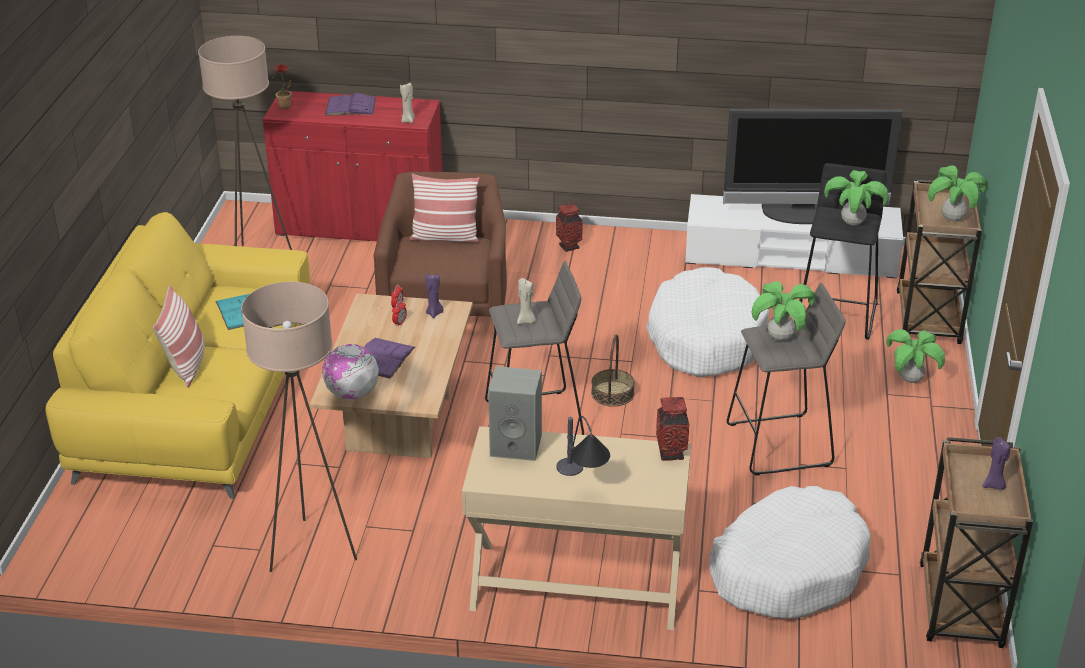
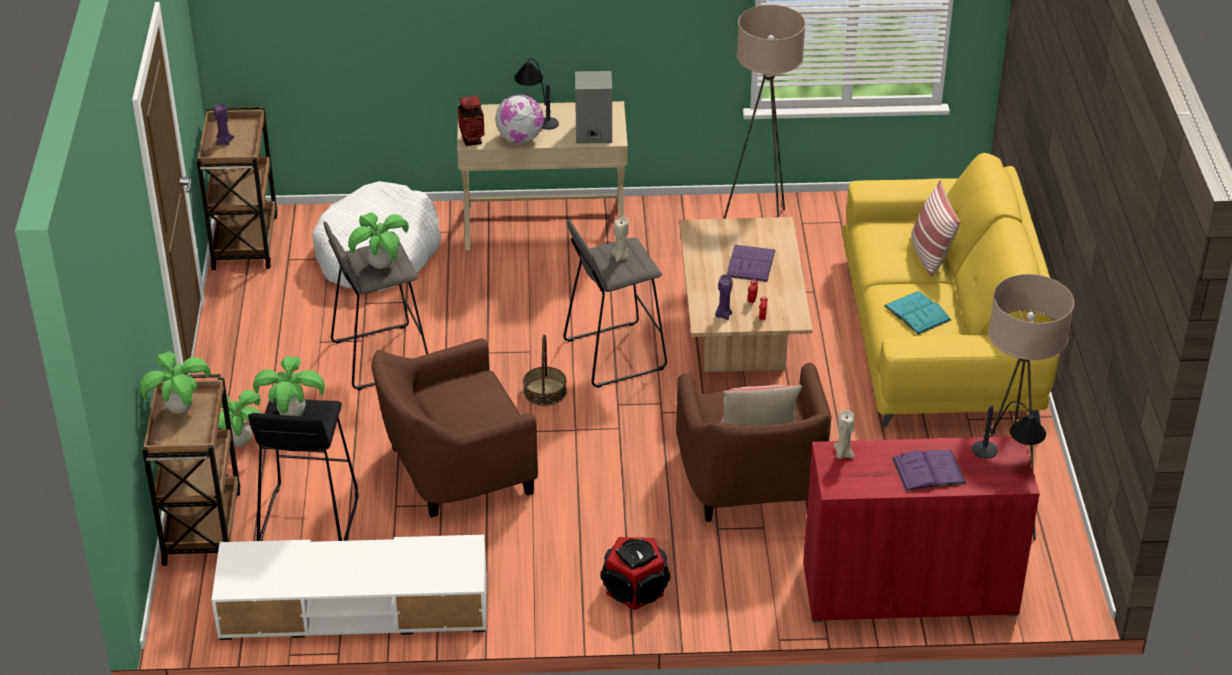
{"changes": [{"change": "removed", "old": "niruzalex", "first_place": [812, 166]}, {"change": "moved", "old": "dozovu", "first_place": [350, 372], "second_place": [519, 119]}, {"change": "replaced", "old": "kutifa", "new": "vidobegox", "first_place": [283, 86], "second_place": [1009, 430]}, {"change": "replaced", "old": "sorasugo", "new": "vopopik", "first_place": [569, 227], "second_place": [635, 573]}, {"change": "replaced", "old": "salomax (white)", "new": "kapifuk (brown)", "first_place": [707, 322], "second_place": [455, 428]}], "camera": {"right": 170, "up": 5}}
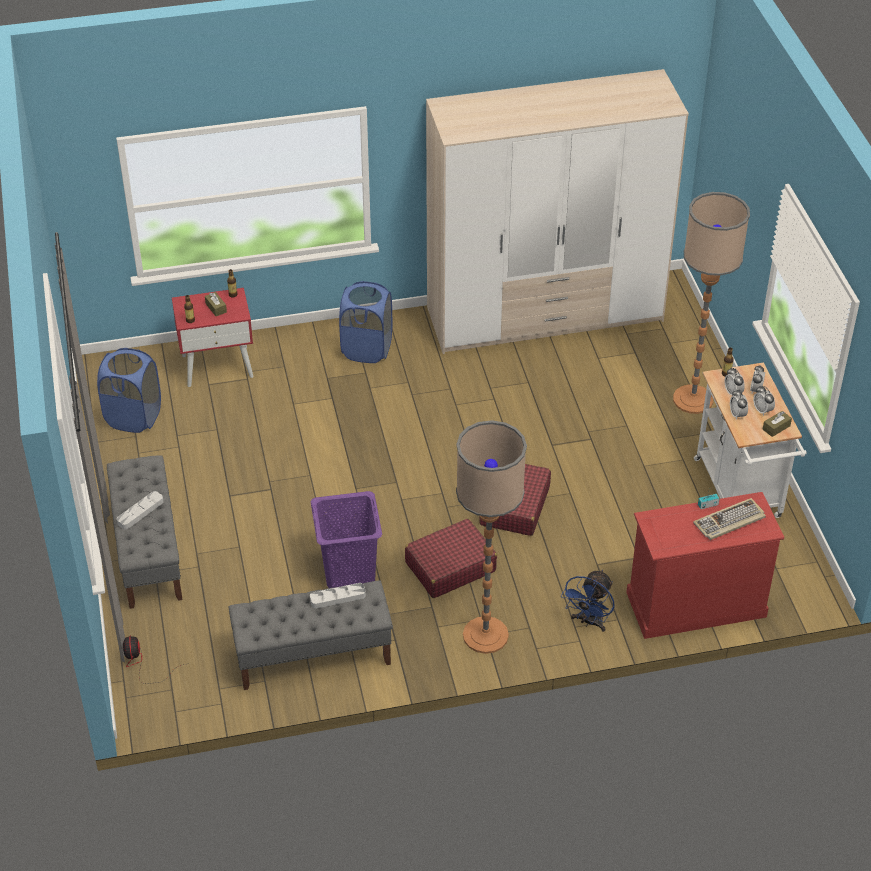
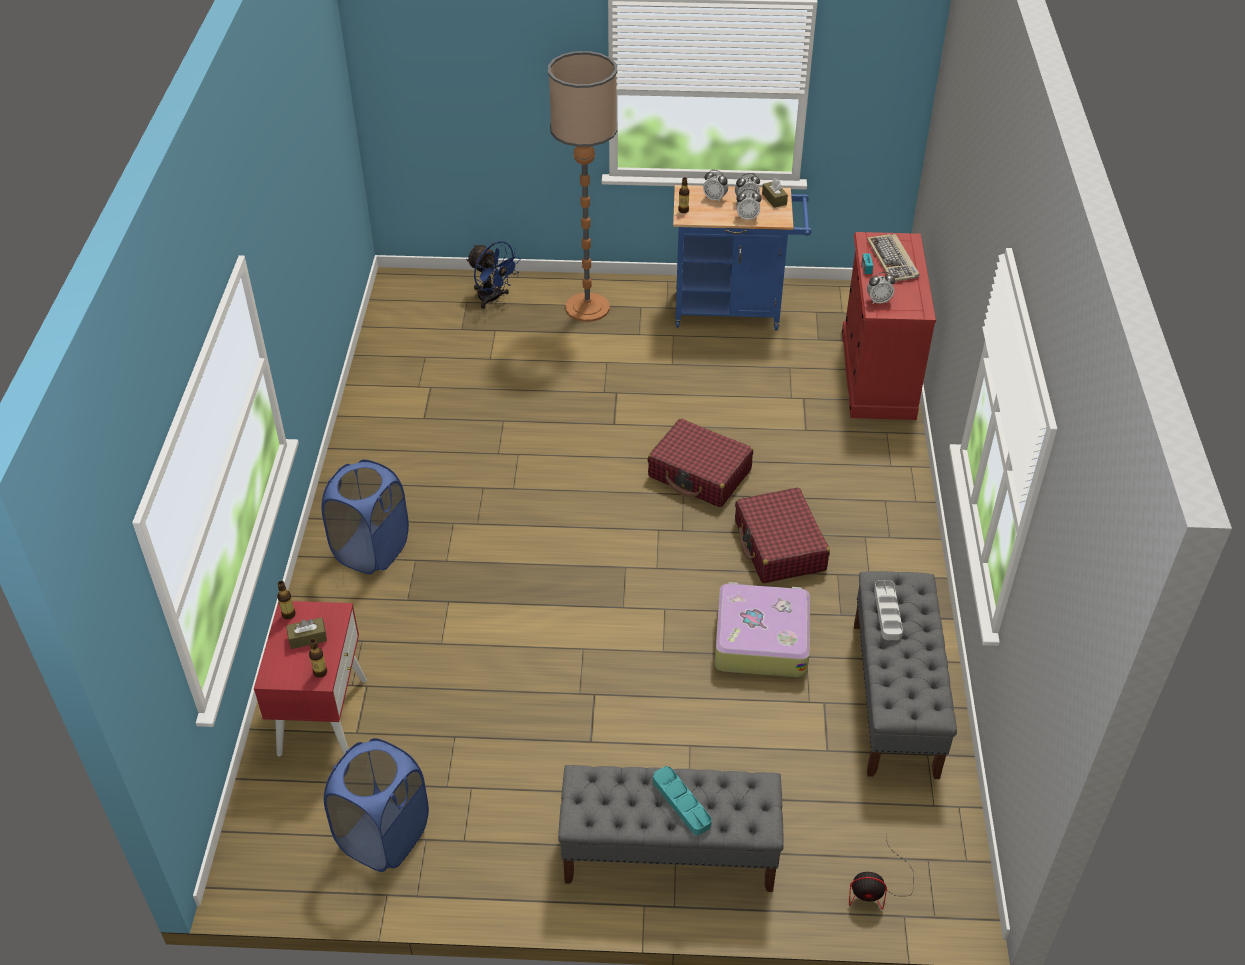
{"changes": [{"change": "removed", "old": "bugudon", "first_place": [557, 211]}, {"change": "removed", "old": "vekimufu", "first_place": [491, 537]}, {"change": "moved", "old": "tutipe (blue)", "first_place": [587, 601], "second_place": [493, 275]}, {"change": "moved", "old": "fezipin", "first_place": [734, 382], "second_place": [881, 288]}, {"change": "replaced", "old": "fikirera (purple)", "new": "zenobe", "first_place": [346, 539], "second_place": [762, 629]}, {"change": "recoloured", "old": "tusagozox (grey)", "new": "tusagozox (turquoise)", "first_place": [140, 510], "second_place": [682, 800]}, {"change": "recoloured", "old": "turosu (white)", "new": "turosu (blue)", "first_place": [750, 440], "second_place": [742, 257]}], "camera": {"right": -75, "up": 0}}
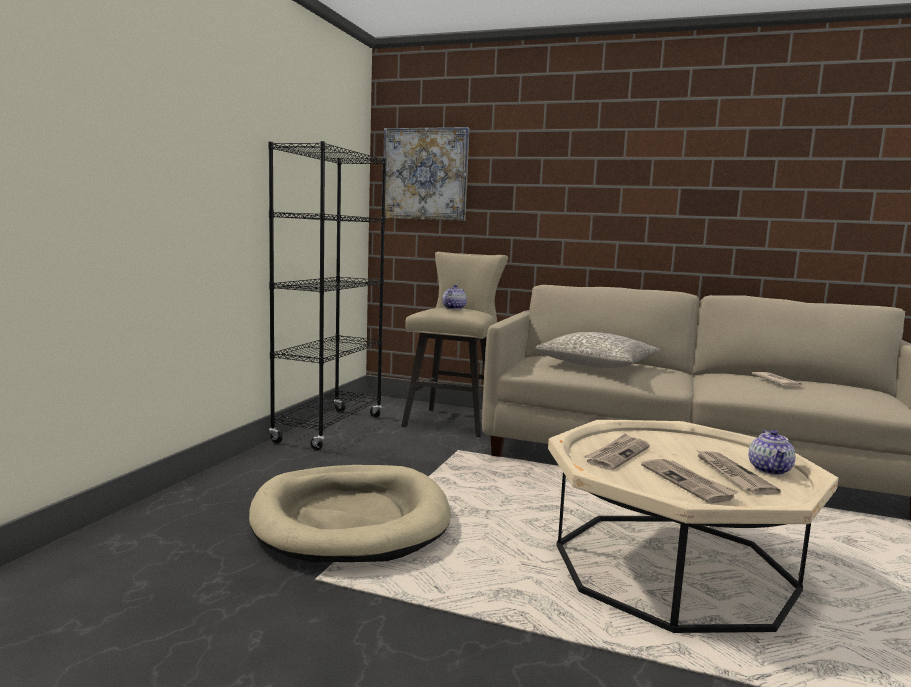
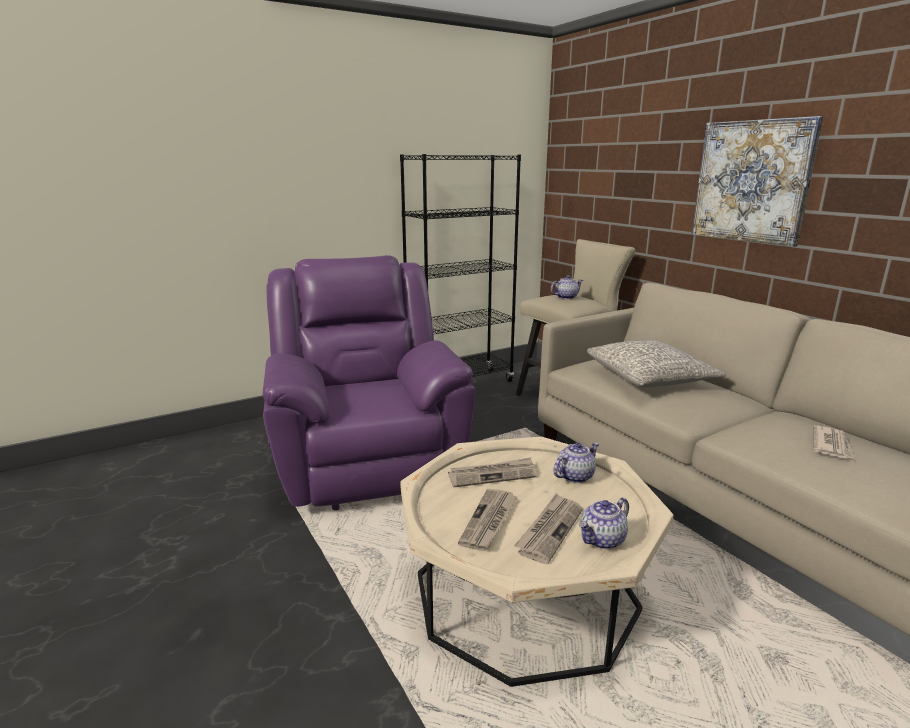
{"changes": [{"change": "added", "new": "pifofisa", "second_place": [576, 463]}, {"change": "moved", "old": "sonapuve", "first_place": [426, 174], "second_place": [757, 181]}, {"change": "replaced", "old": "salomax (beige)", "new": "kapifuk (purple)", "first_place": [350, 514], "second_place": [369, 382]}], "camera": {"right": 40, "up": 10}}
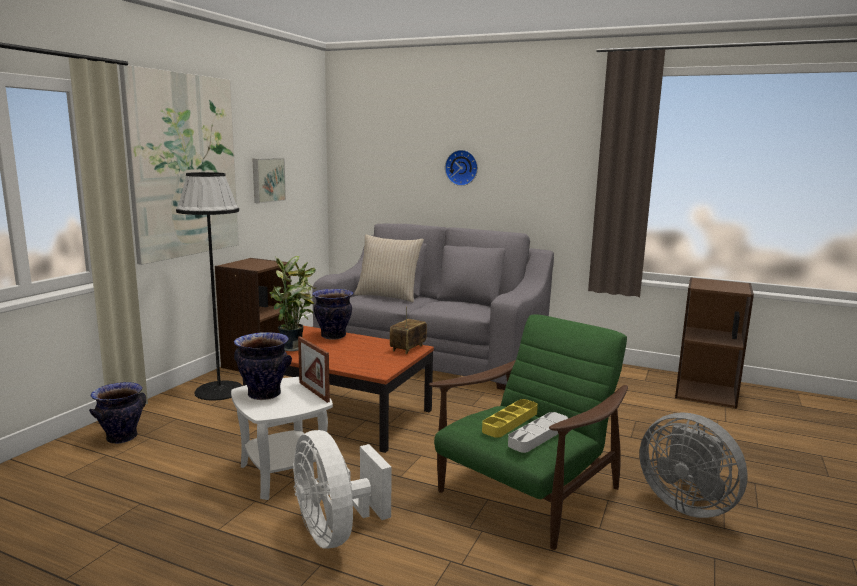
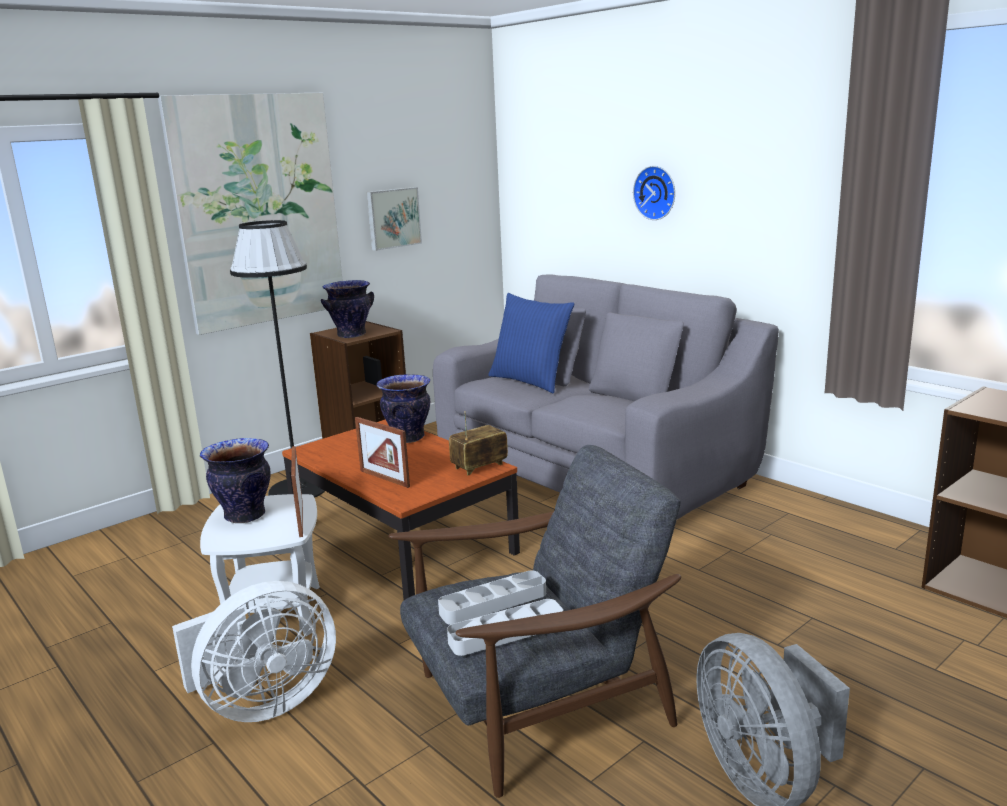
{"changes": [{"change": "removed", "old": "kutifa", "first_place": [292, 303]}, {"change": "added", "new": "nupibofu", "second_place": [382, 452]}, {"change": "moved", "old": "sorasugo", "first_place": [117, 413], "second_place": [347, 309]}, {"change": "recoloured", "old": "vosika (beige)", "new": "vosika (blue)", "first_place": [389, 268], "second_place": [531, 343]}, {"change": "recoloured", "old": "kapifuk (green)", "new": "kapifuk (grey)", "first_place": [528, 432], "second_place": [534, 621]}, {"change": "recoloured", "old": "tusagozox (yellow)", "new": "tusagozox (grey)", "first_place": [510, 418], "second_place": [492, 597]}, {"change": "turned", "old": "tutipe (white)", "first_place": [342, 489], "second_place": [254, 651], "degrees": -120}], "camera": {"right": 25, "up": 5}}
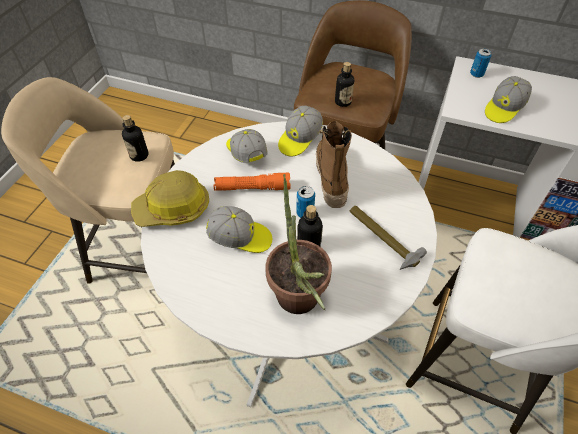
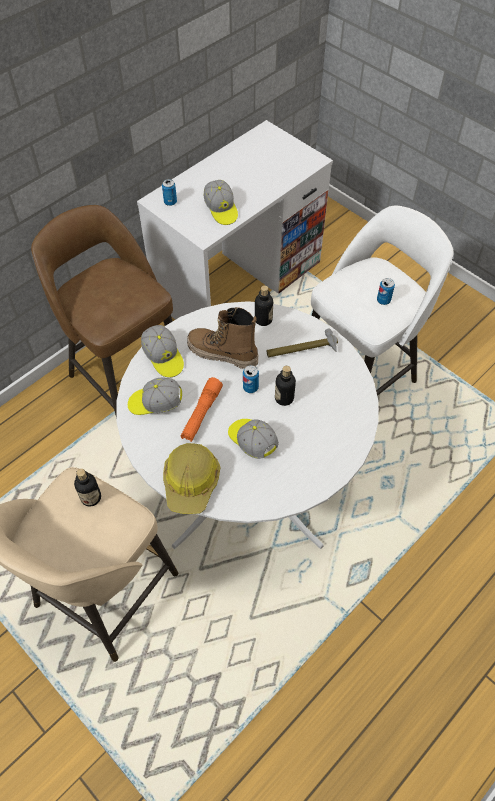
{"changes": [{"change": "removed", "old": "kutifa", "first_place": [298, 244]}, {"change": "added", "new": "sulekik", "second_place": [386, 291]}, {"change": "moved", "old": "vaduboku", "first_place": [344, 84], "second_place": [264, 305]}, {"change": "turned", "old": "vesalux", "first_place": [239, 229], "second_place": [253, 439], "degrees": -75}], "camera": {"right": -65, "up": 5}}
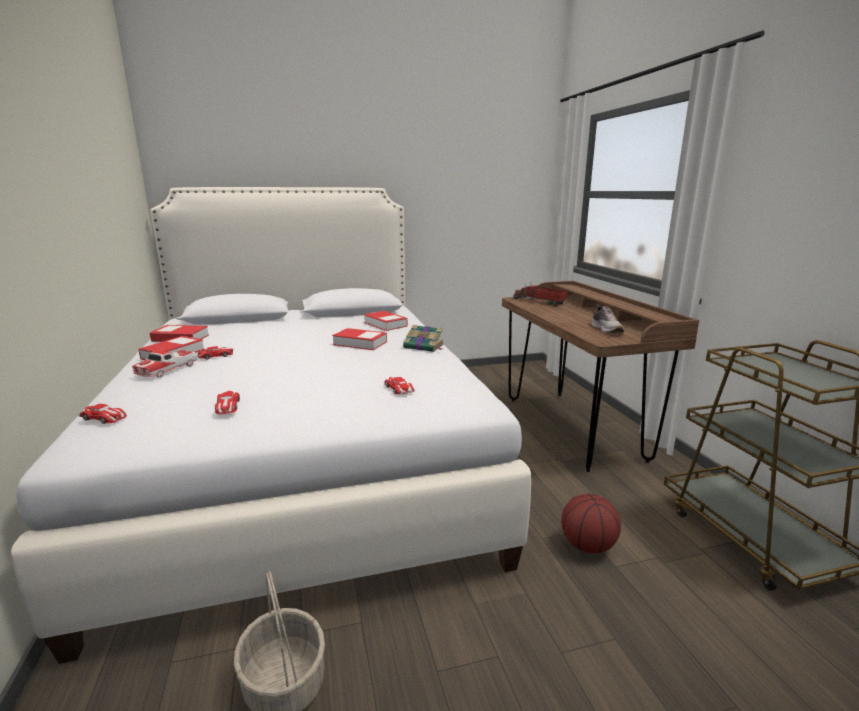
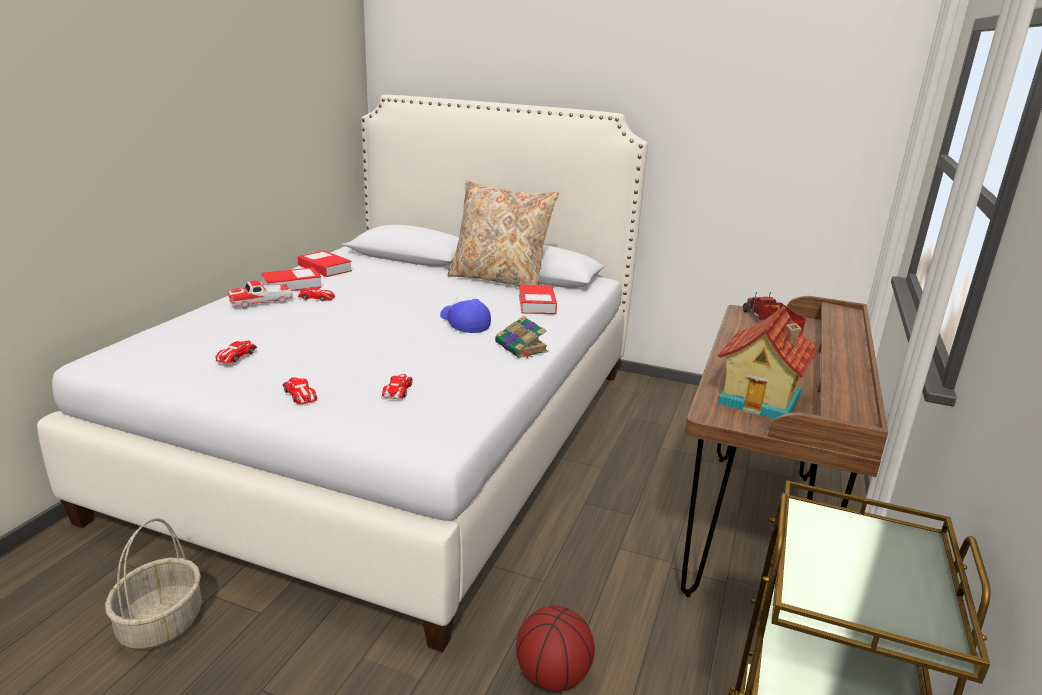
{"changes": [{"change": "added", "new": "vosika (beige)", "second_place": [503, 234]}, {"change": "moved", "old": "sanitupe", "first_place": [103, 414], "second_place": [300, 390]}, {"change": "replaced", "old": "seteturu", "new": "vesalux", "first_place": [359, 339], "second_place": [465, 314]}, {"change": "replaced", "old": "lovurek", "new": "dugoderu", "first_place": [607, 318], "second_place": [768, 362]}], "camera": {"right": 35, "up": 5}}
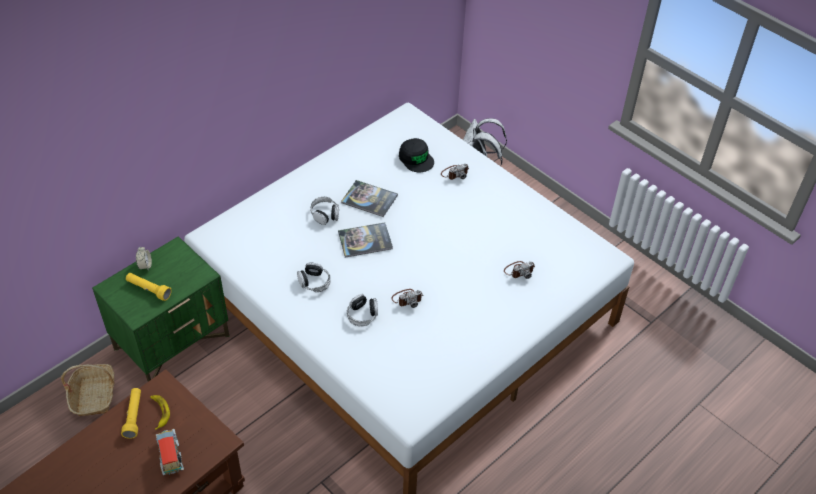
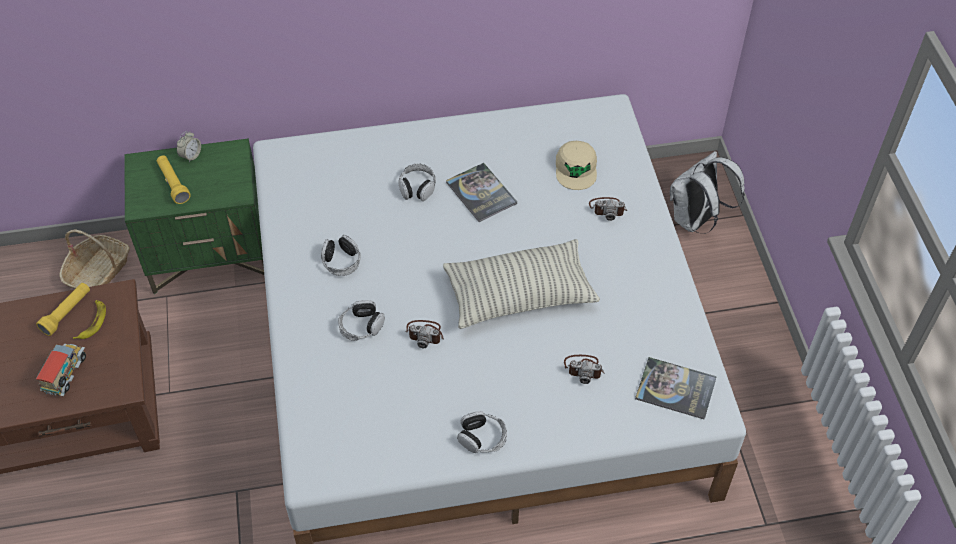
{"changes": [{"change": "added", "new": "vosika", "second_place": [521, 284]}, {"change": "added", "new": "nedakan", "second_place": [482, 432]}, {"change": "moved", "old": "seteturu", "first_place": [365, 240], "second_place": [676, 388]}, {"change": "recoloured", "old": "vesalux (black)", "new": "vesalux (beige)", "first_place": [416, 155], "second_place": [576, 165]}], "camera": {"right": 35, "up": 5}}
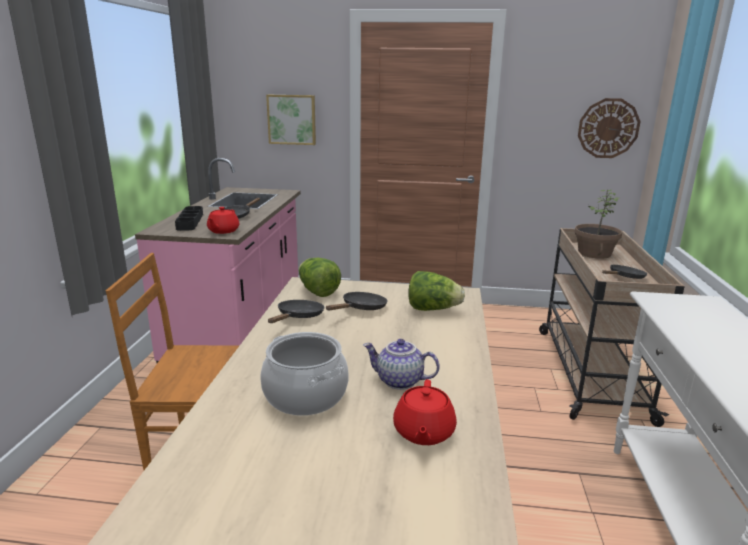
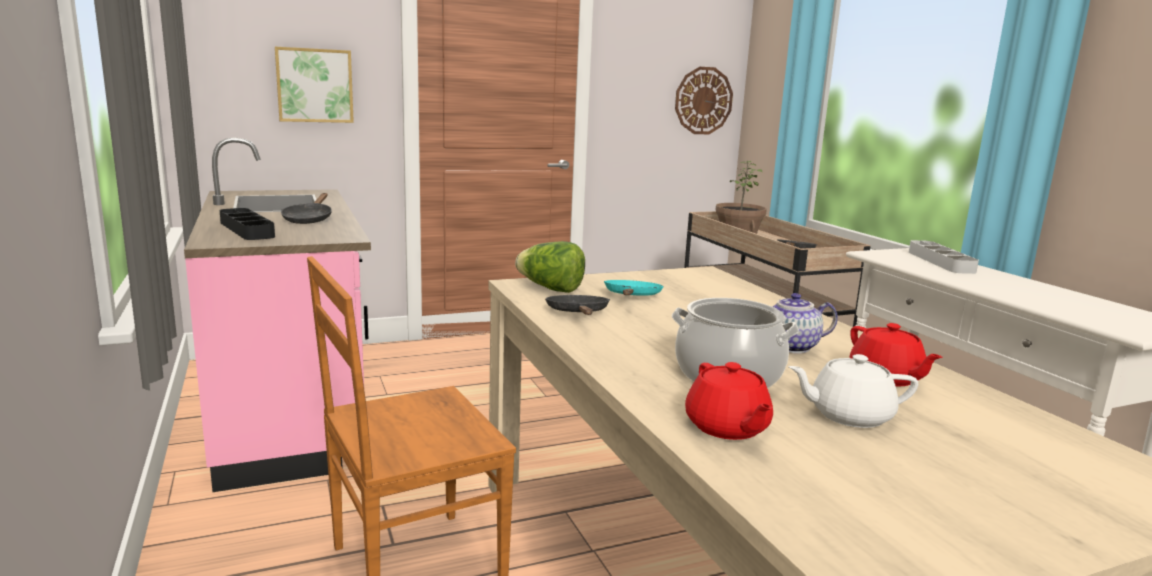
{"changes": [{"change": "removed", "old": "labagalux", "first_place": [436, 291]}, {"change": "added", "new": "pifofisa (white)", "second_place": [853, 391]}, {"change": "added", "new": "tusagozox (grey)", "second_place": [944, 257]}, {"change": "moved", "old": "pifofisa (red)", "first_place": [223, 220], "second_place": [729, 401]}, {"change": "recoloured", "old": "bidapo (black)", "new": "bidapo (turquoise)", "first_place": [356, 301], "second_place": [634, 288]}], "camera": {"right": -30, "up": -5}}
